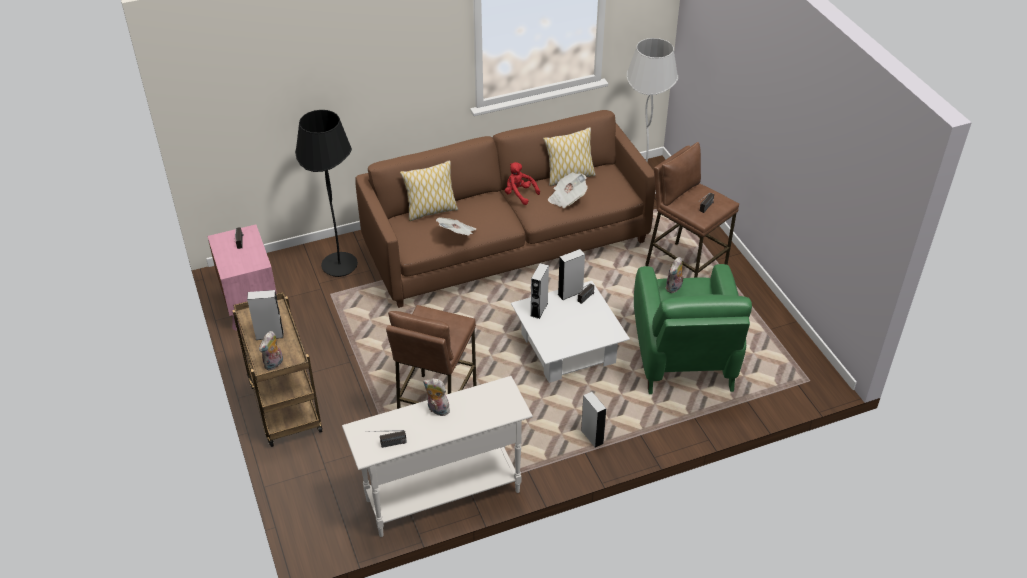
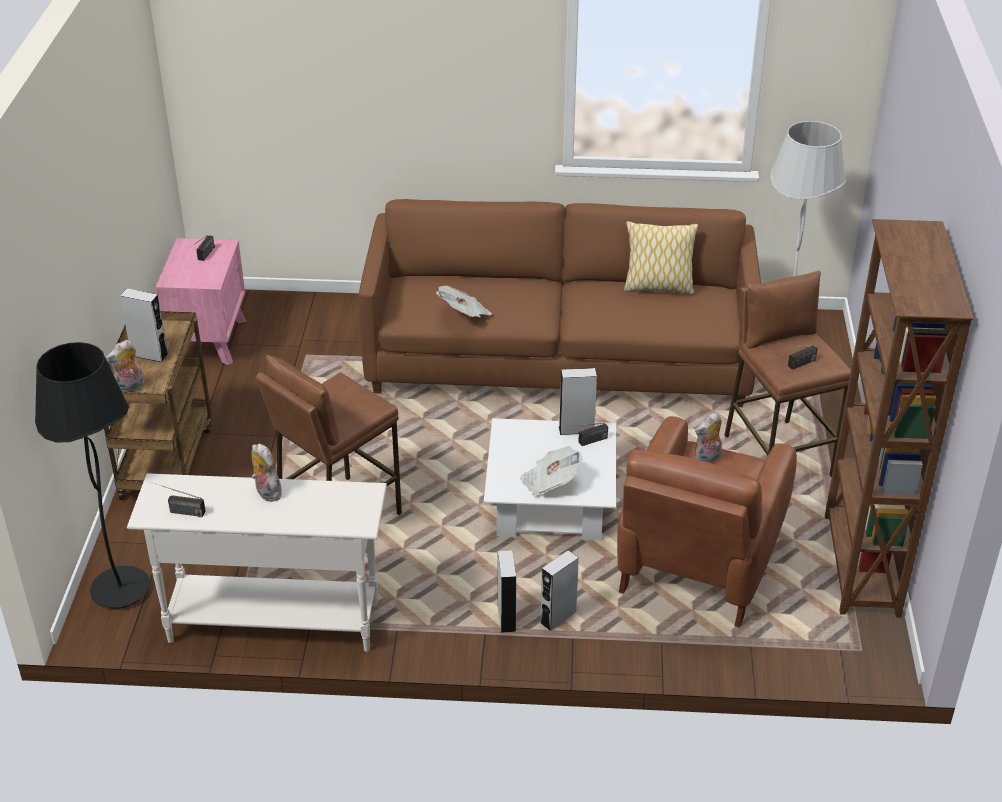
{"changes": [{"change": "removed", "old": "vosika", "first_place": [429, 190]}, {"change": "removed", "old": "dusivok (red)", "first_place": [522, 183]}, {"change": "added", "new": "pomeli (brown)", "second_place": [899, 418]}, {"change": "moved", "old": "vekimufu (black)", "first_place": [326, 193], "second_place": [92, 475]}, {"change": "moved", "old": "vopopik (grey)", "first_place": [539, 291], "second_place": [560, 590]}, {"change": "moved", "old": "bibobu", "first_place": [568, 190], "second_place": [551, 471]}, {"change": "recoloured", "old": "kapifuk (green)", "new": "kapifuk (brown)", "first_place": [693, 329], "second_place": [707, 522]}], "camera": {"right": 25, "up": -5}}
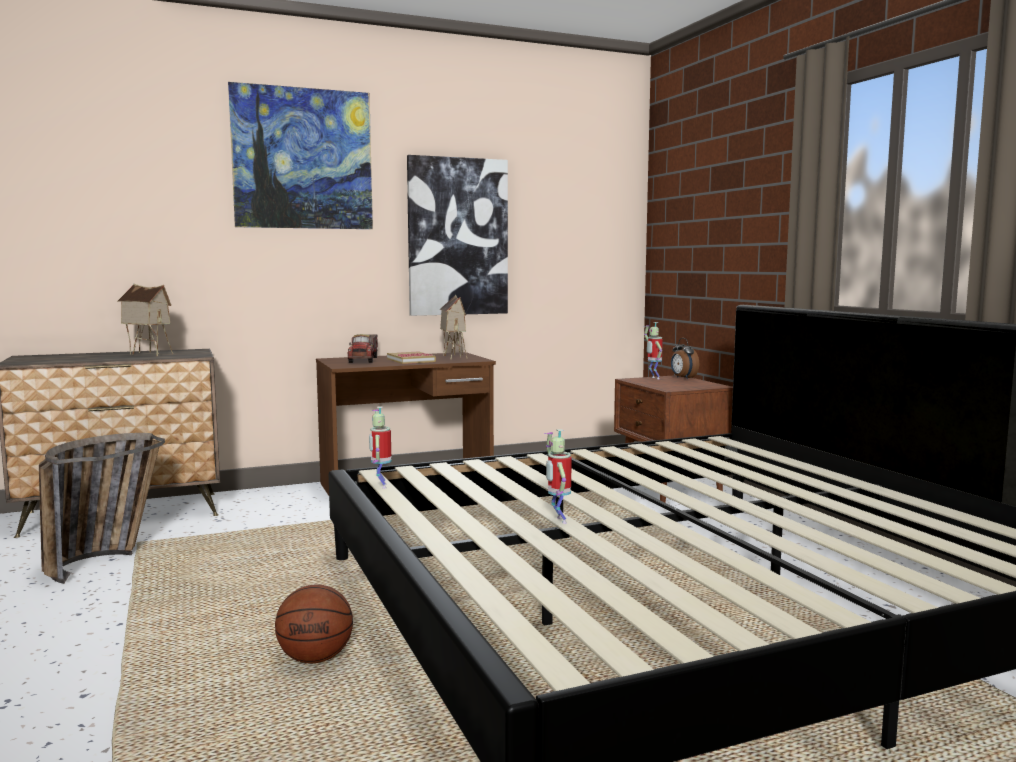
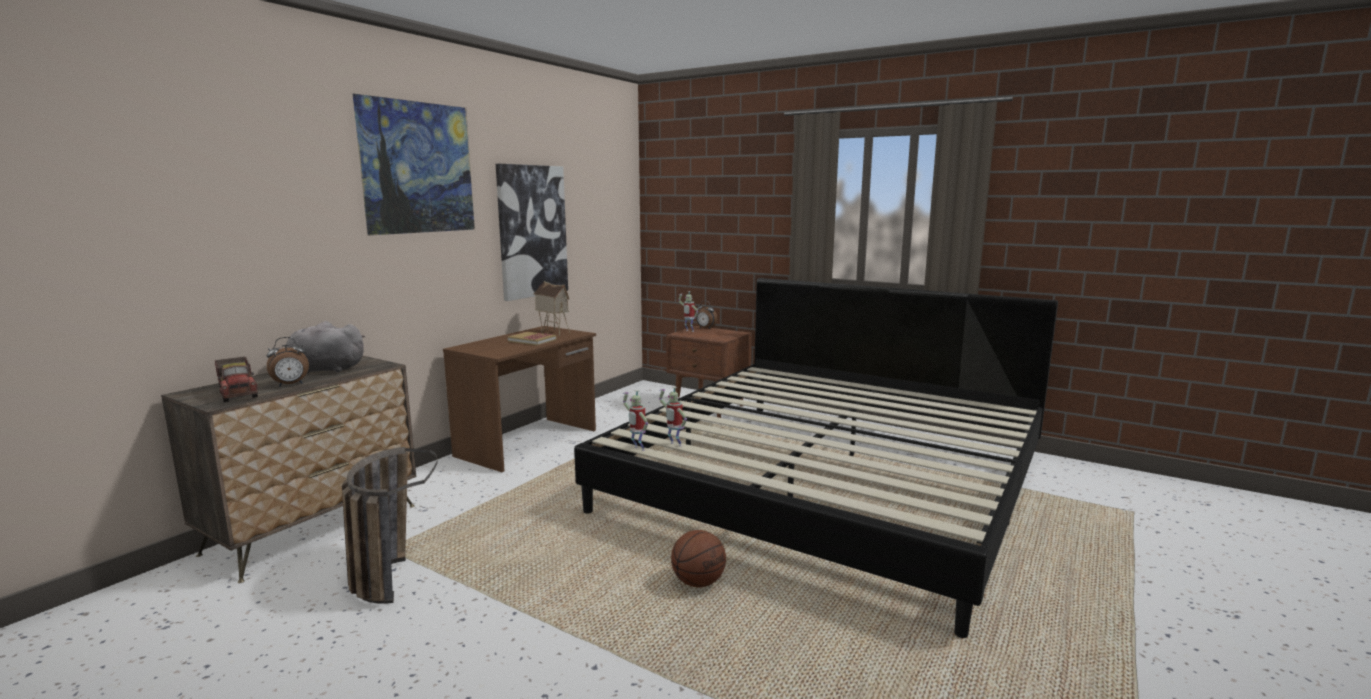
{"changes": [{"change": "added", "new": "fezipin", "second_place": [288, 362]}, {"change": "moved", "old": "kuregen", "first_place": [363, 348], "second_place": [236, 379]}, {"change": "moved", "old": "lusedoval", "first_place": [558, 476], "second_place": [673, 417]}, {"change": "replaced", "old": "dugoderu", "new": "dusivok (grey)", "first_place": [145, 320], "second_place": [321, 347]}], "camera": {"right": -35, "up": 5}}
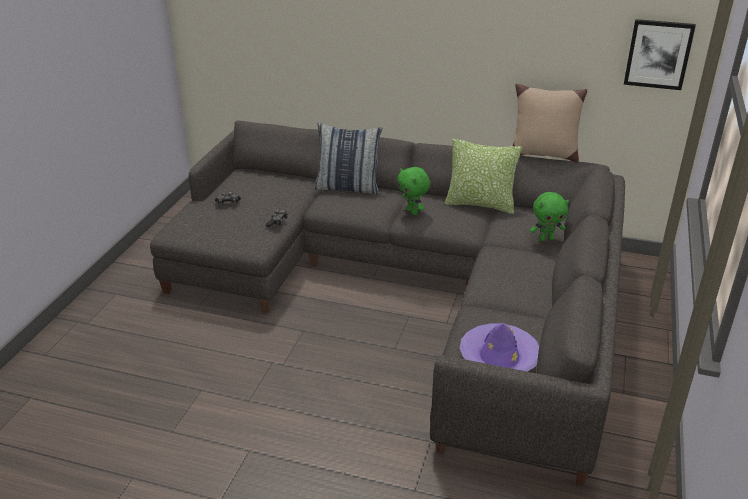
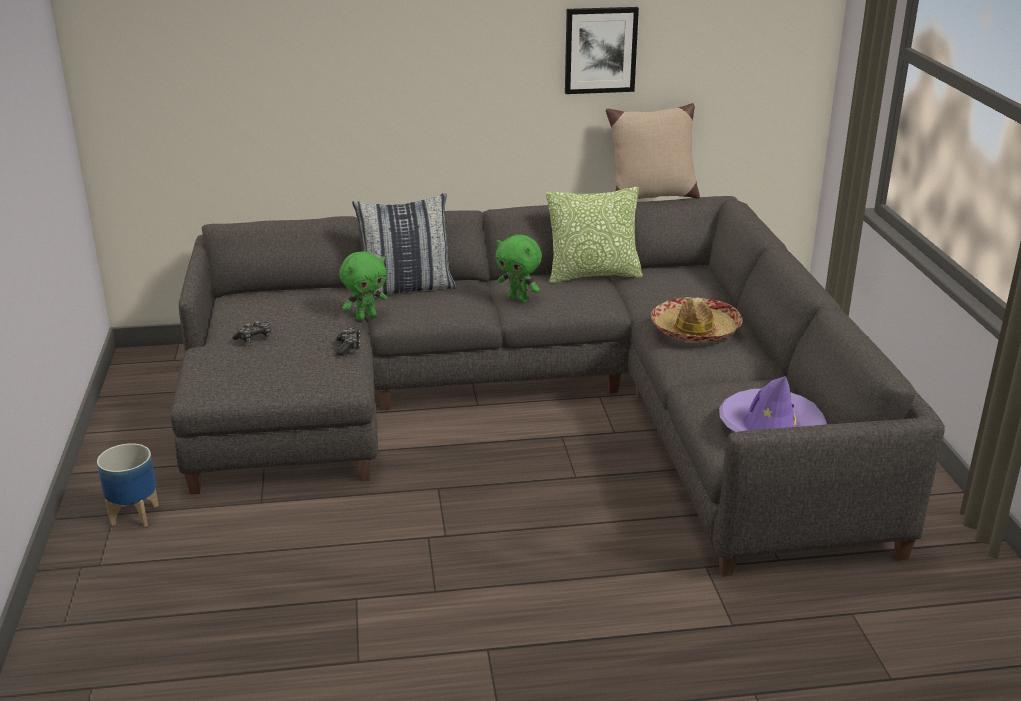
{"changes": [{"change": "added", "new": "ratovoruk", "second_place": [128, 485]}, {"change": "added", "new": "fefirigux", "second_place": [697, 319]}, {"change": "moved", "old": "dusivok (green)", "first_place": [549, 216], "second_place": [363, 286]}, {"change": "moved", "old": "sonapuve", "first_place": [660, 54], "second_place": [602, 50]}], "camera": {"right": -25, "up": -5}}
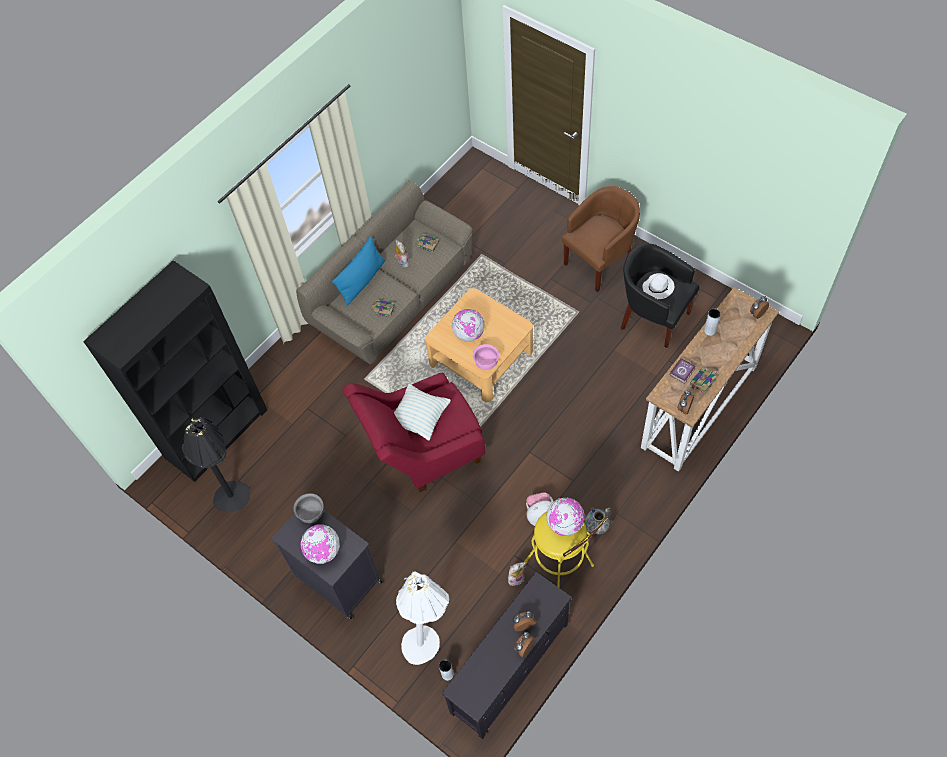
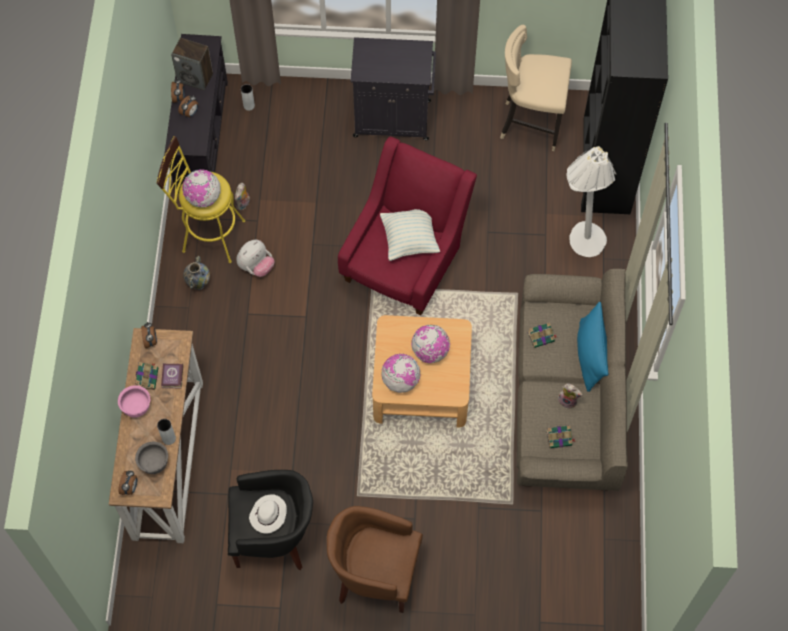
{"changes": [{"change": "added", "new": "vopopik", "second_place": [192, 64]}, {"change": "moved", "old": "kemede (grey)", "first_place": [308, 508], "second_place": [151, 458]}, {"change": "moved", "old": "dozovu", "first_place": [320, 544], "second_place": [400, 373]}, {"change": "moved", "old": "vekimufu (white)", "first_place": [422, 618], "second_place": [591, 201]}, {"change": "moved", "old": "kemede (pink)", "first_place": [486, 357], "second_place": [134, 401]}, {"change": "replaced", "old": "vekimufu (black)", "new": "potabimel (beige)", "first_place": [216, 465], "second_place": [536, 88]}, {"change": "turned", "old": "kapifuk (brown)", "first_place": [601, 239], "second_place": [375, 559], "degrees": 90}], "camera": {"right": 140, "up": 5}}
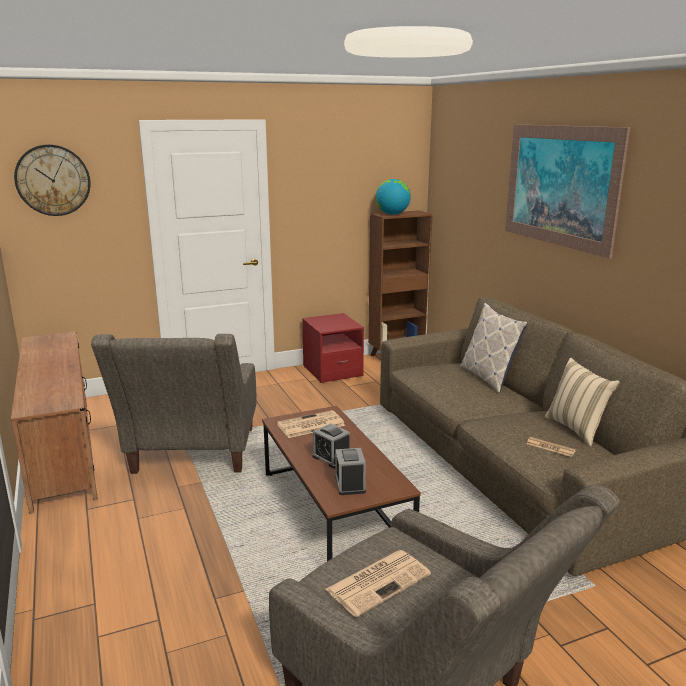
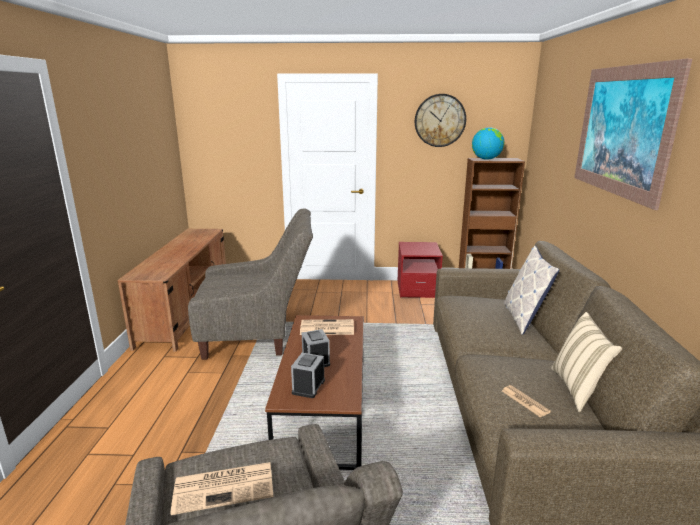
{"changes": [{"change": "moved", "old": "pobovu", "first_place": [52, 180], "second_place": [440, 120]}, {"change": "turned", "old": "kapifuk (grey)", "first_place": [174, 404], "second_place": [250, 284], "degrees": -120}], "camera": {"right": 25, "up": 0}}
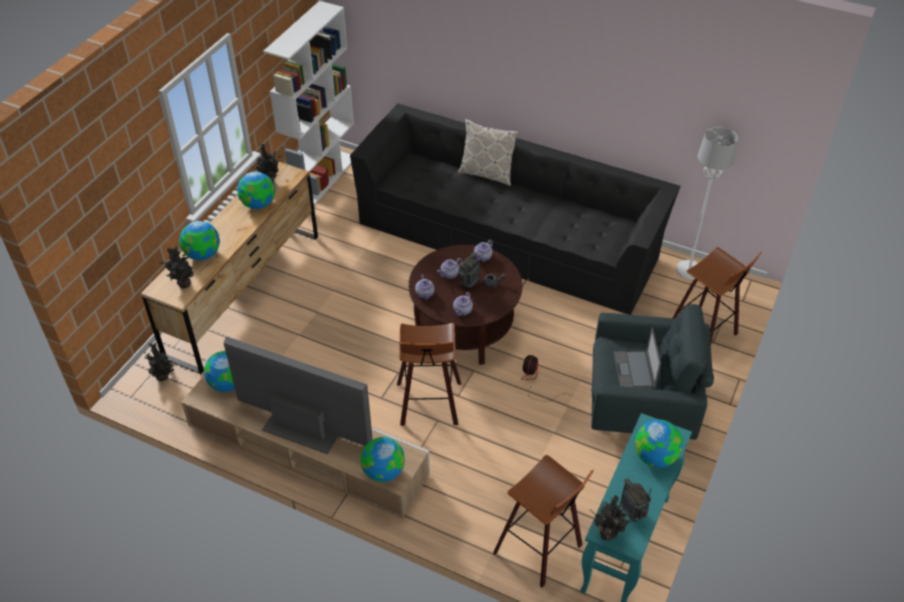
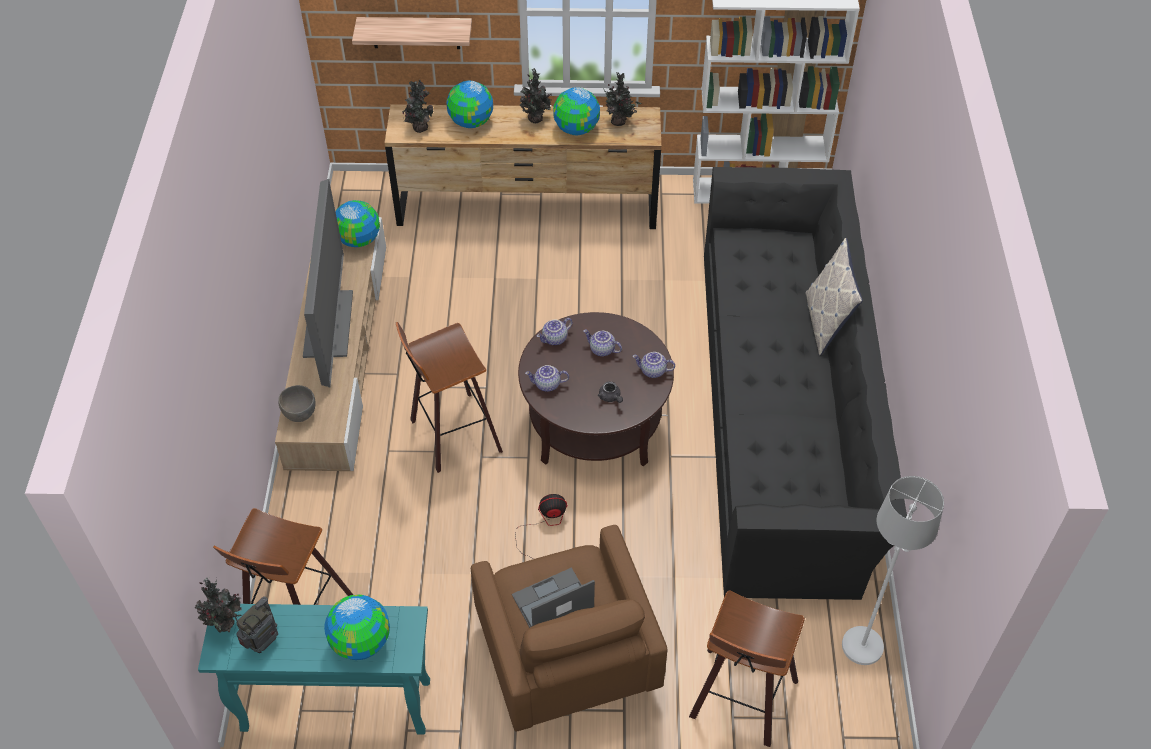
{"changes": [{"change": "removed", "old": "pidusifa", "first_place": [469, 271]}, {"change": "added", "new": "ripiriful", "second_place": [412, 33]}, {"change": "moved", "old": "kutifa", "first_place": [158, 362], "second_place": [536, 95]}, {"change": "replaced", "old": "dozovu", "new": "kemede (grey)", "first_place": [382, 459], "second_place": [297, 403]}, {"change": "recoloured", "old": "kapifuk (grey)", "new": "kapifuk (brown)", "first_place": [652, 372], "second_place": [569, 628]}], "camera": {"right": 65, "up": 5}}
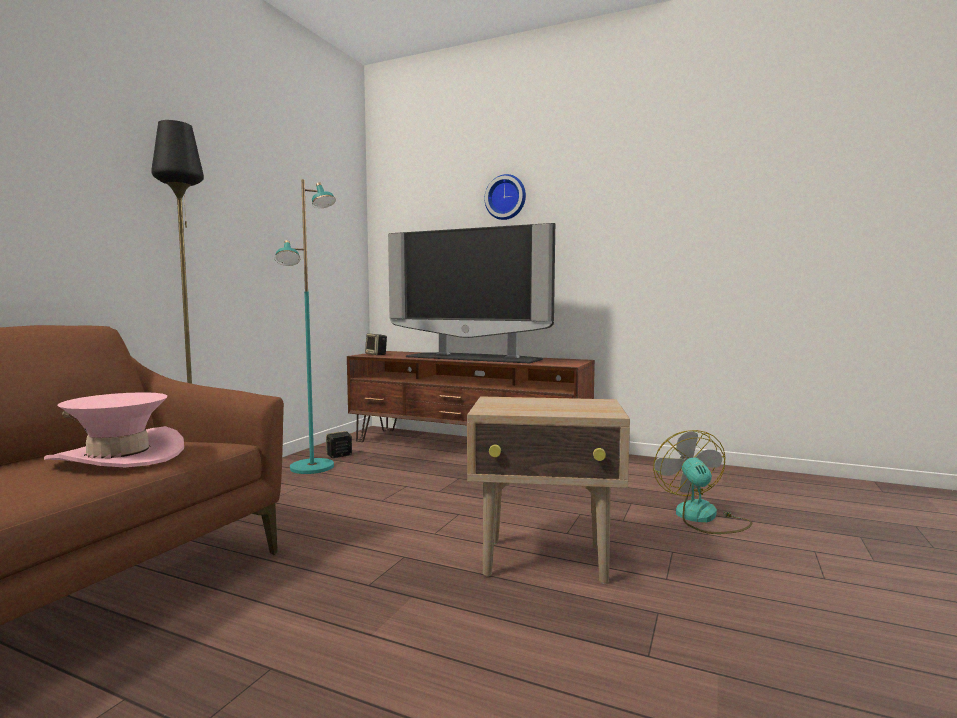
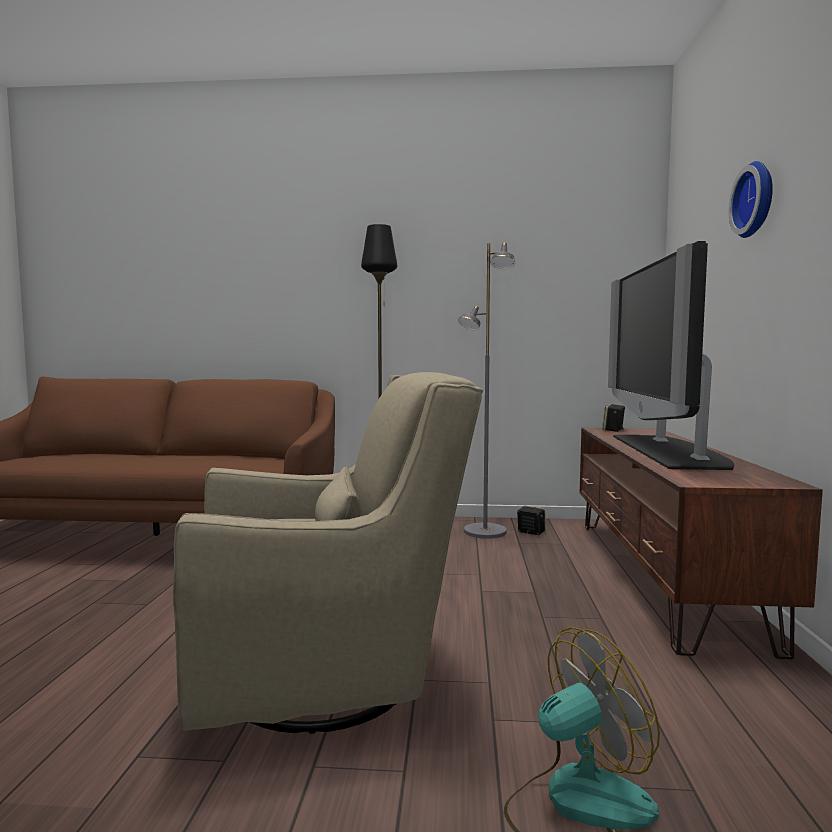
{"changes": [{"change": "removed", "old": "fefirigux (pink)", "first_place": [114, 429]}, {"change": "replaced", "old": "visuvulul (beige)", "new": "kapifuk (beige)", "first_place": [548, 490], "second_place": [328, 553]}, {"change": "recoloured", "old": "vekimufu (turquoise)", "new": "vekimufu (grey)", "first_place": [305, 326], "second_place": [486, 391]}], "camera": {"right": 70, "up": 0}}
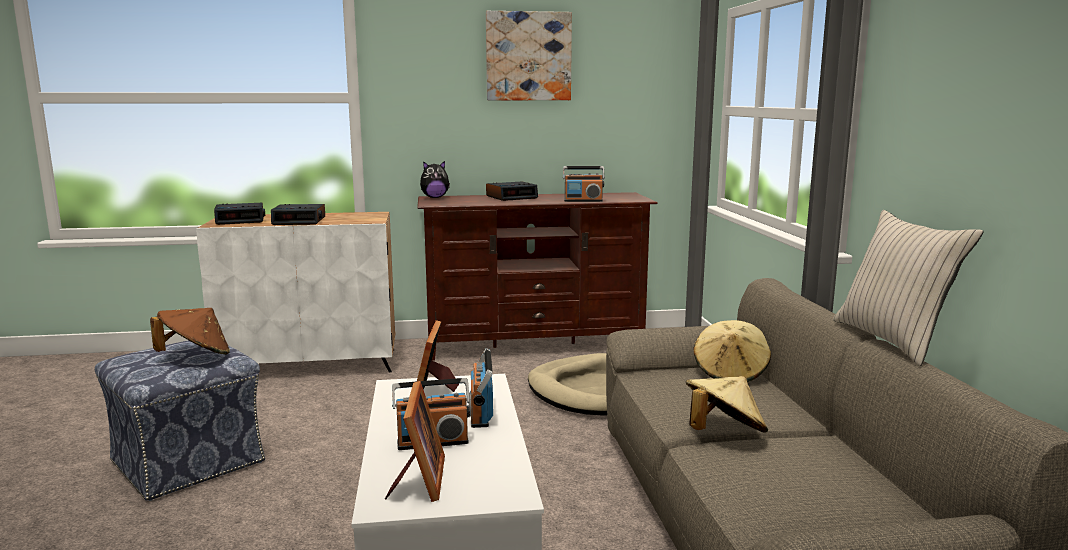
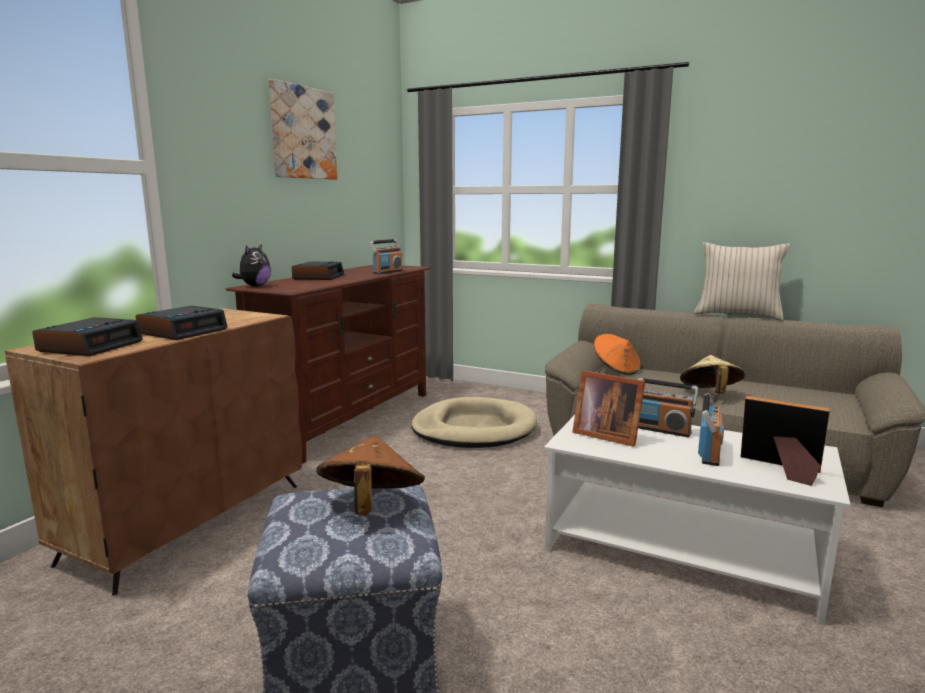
{"changes": [{"change": "recoloured", "old": "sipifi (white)", "new": "sipifi (brown)", "first_place": [295, 292], "second_place": [153, 452]}, {"change": "recoloured", "old": "fefirigux (beige)", "new": "fefirigux (orange)", "first_place": [732, 351], "second_place": [617, 354]}], "camera": {"right": -55, "up": 0}}
